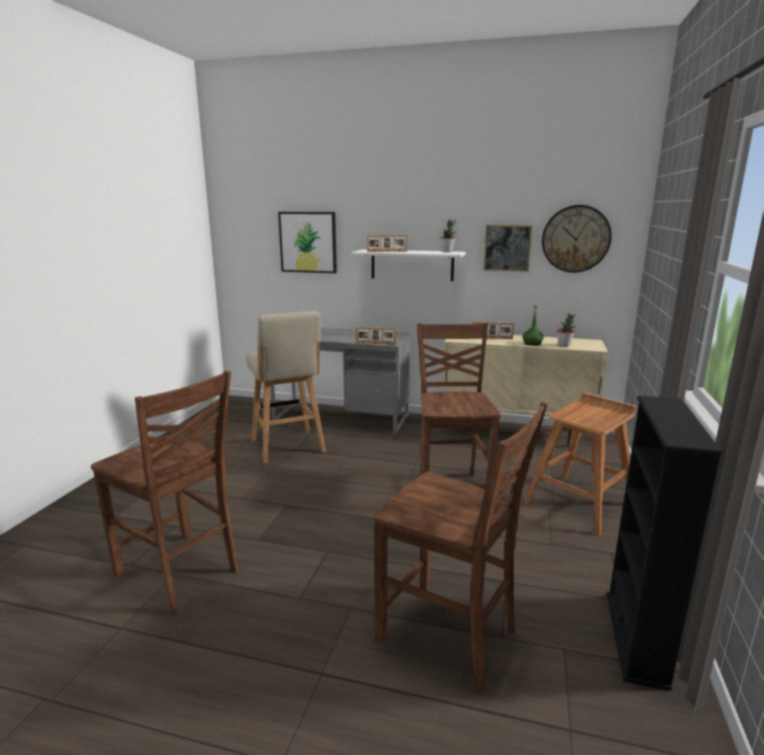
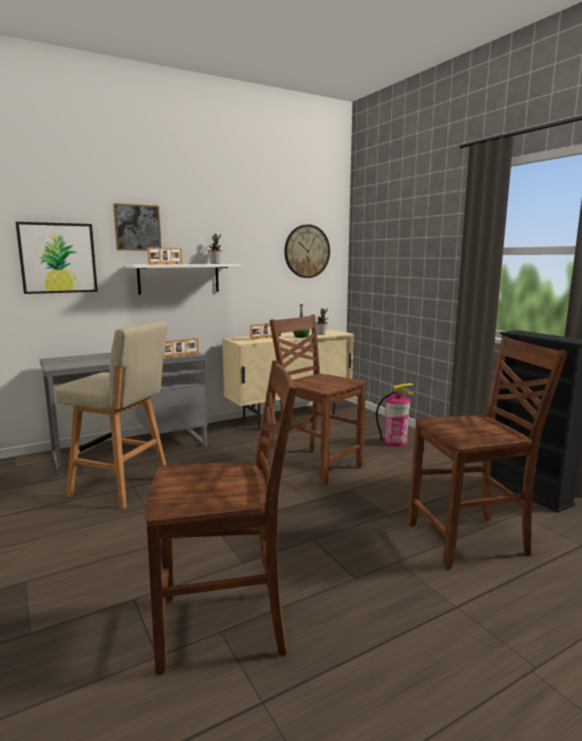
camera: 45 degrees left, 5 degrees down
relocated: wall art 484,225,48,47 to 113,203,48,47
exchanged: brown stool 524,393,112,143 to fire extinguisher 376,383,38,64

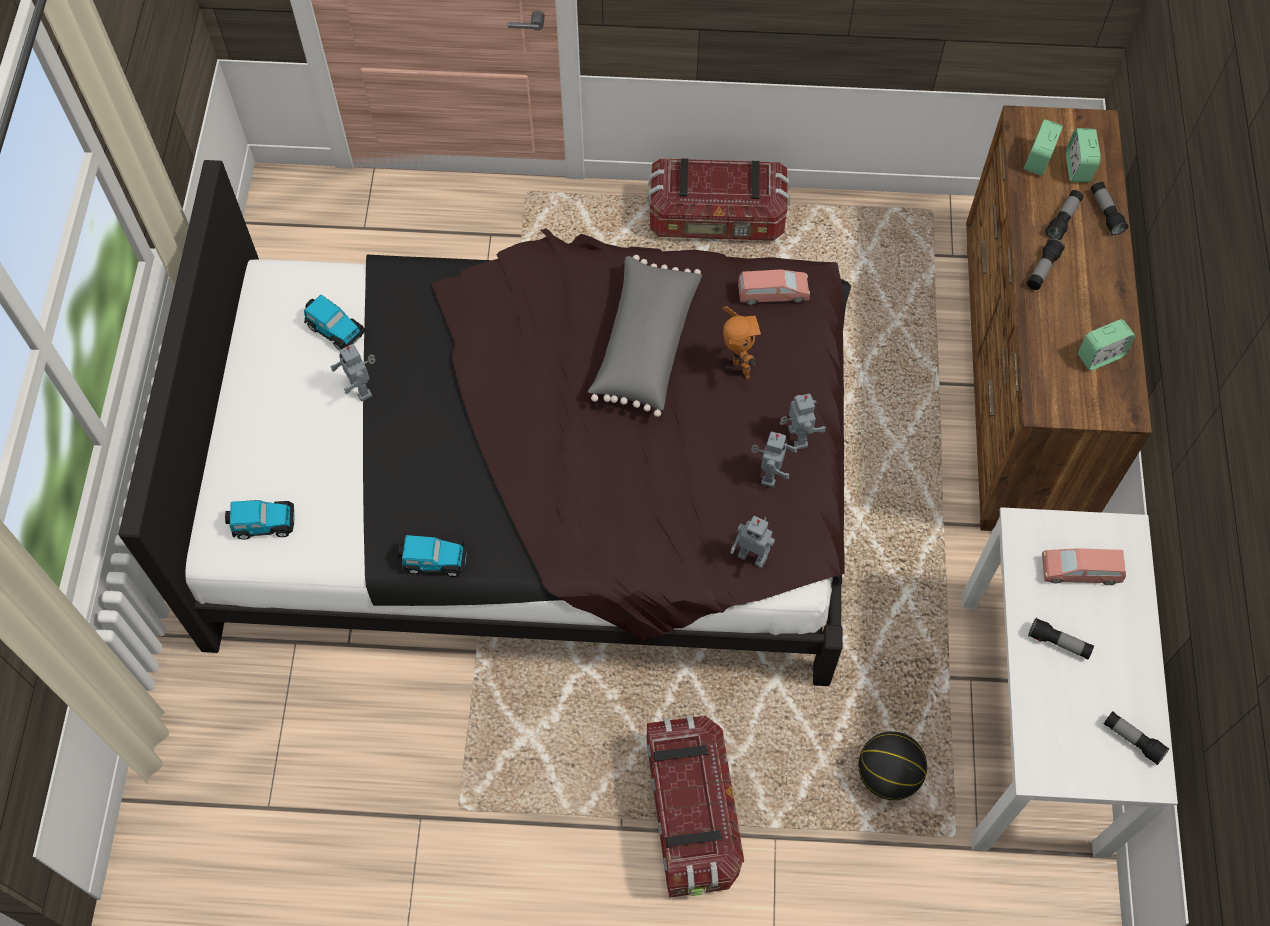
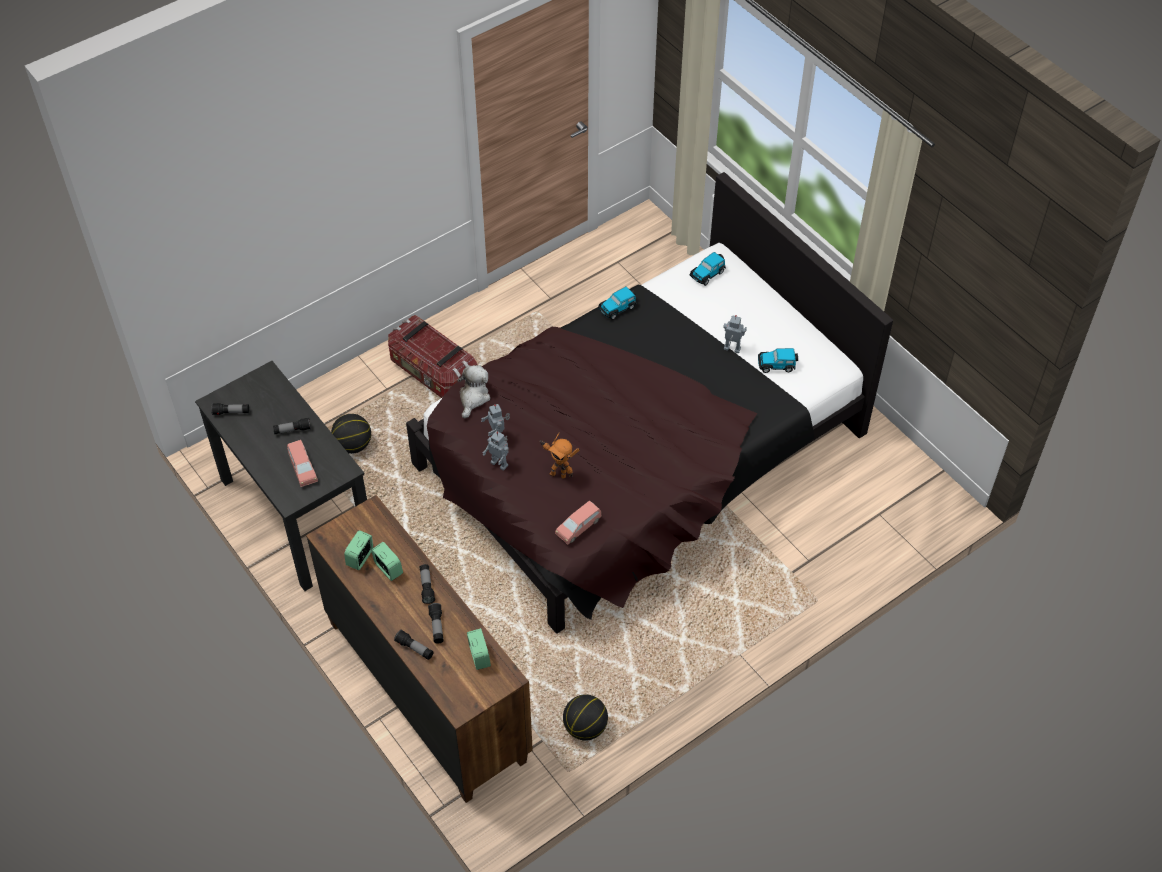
camera: 140 degrees right, 10 degrees down
missing: storage container 647,158,143,83; gray cushion 588,255,114,162
appeared: basketball 563,694,45,47
relocated: alarm clock 1066,128,35,54 to 371,542,32,39
exchanged: model robot 730,516,45,52 to soft toy 457,365,33,54
colour: white-coloured desk 961,507,217,351 to blackish desk 195,361,172,230
spun: pink toy car 1042,548,84,37 = 287,440,31,47 105 degrees clockwise

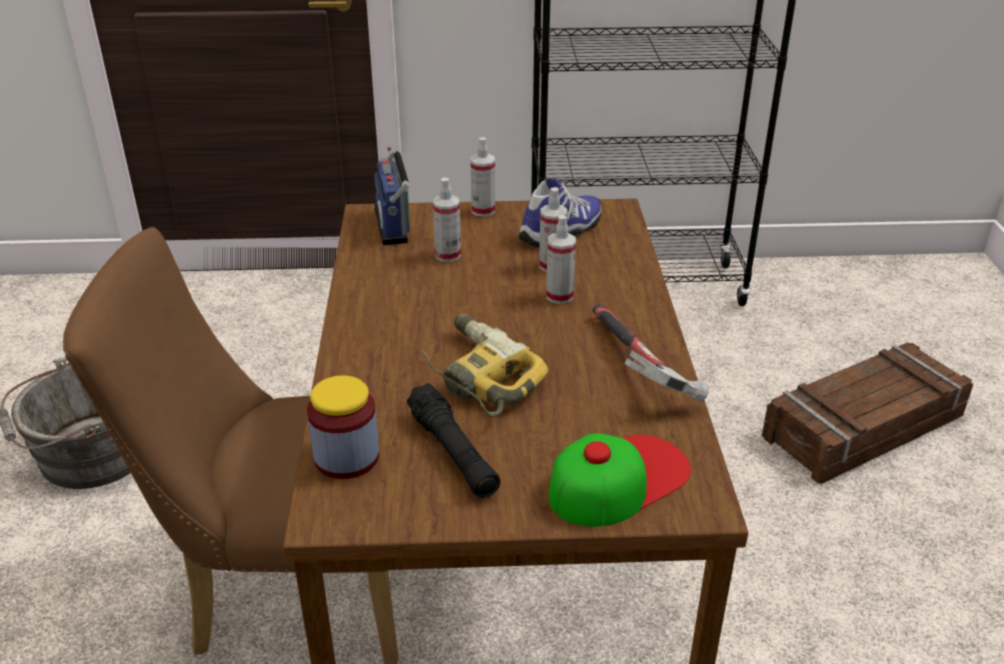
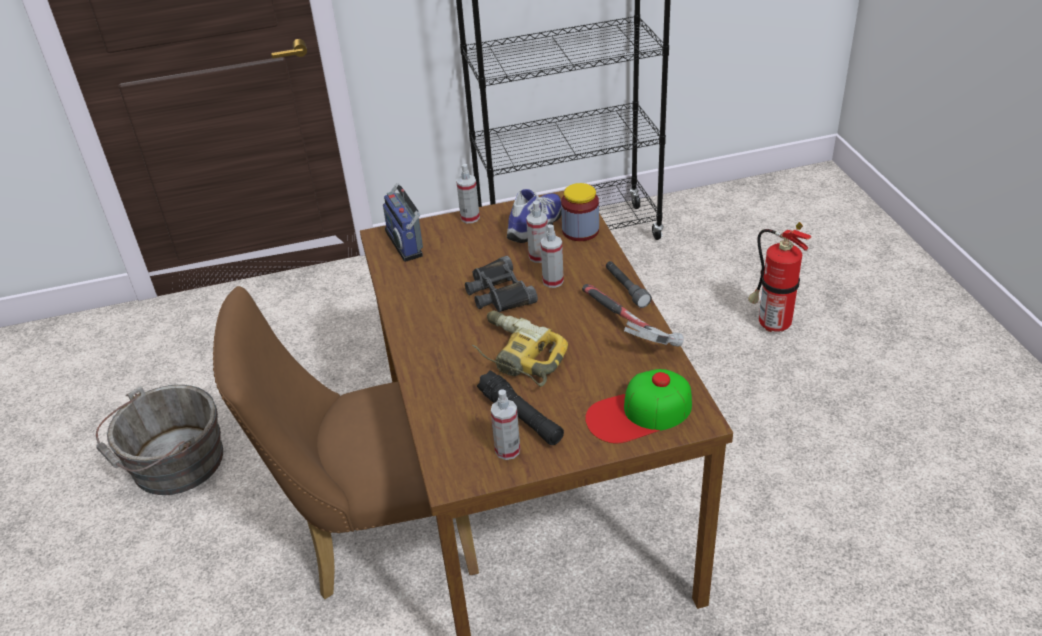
camera: 10 degrees left, 5 degrees up
appeared: blackish binoculars 465,256,73,56; gray torch 606,261,46,47
relocated: hand sprayer 432,177,29,85 to 491,389,29,71; storage jar 307,375,72,104 to 561,183,38,58
exchanged: packing crate 762,342,211,142 to fire extinguisher 748,222,63,110
spun: peaked cap 549,433,142,94 = 585,369,107,74 150 degrees counterclockwise

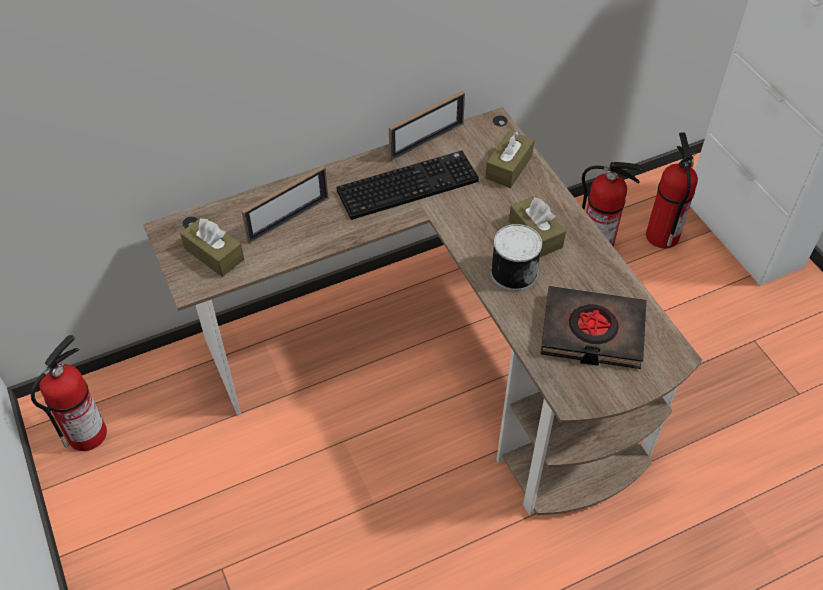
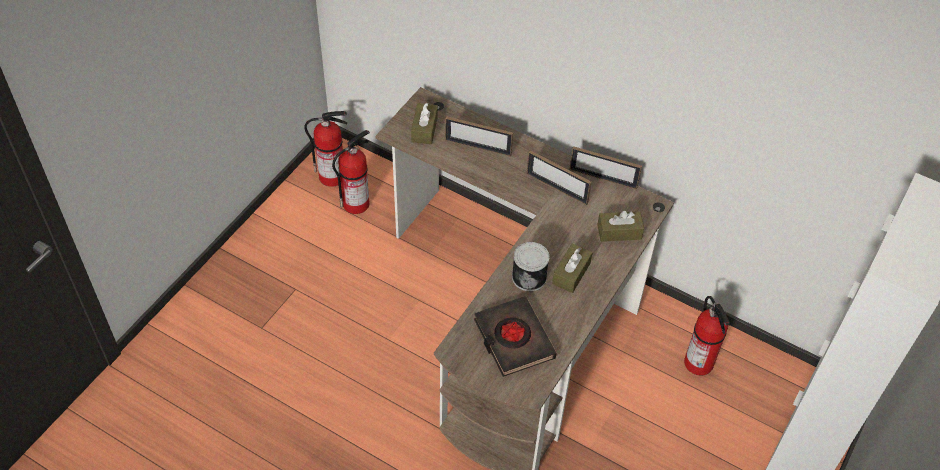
camera: 55 degrees right, 0 degrees up
relocated: fire extinguisher 646,132,52,116 to 332,130,38,84
exchanged: PC keyboard 336,150,143,70 to picture frame 527,150,65,55

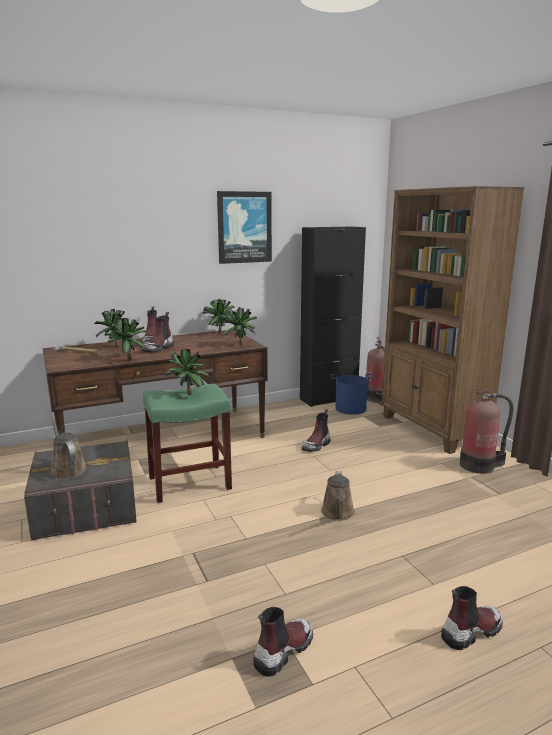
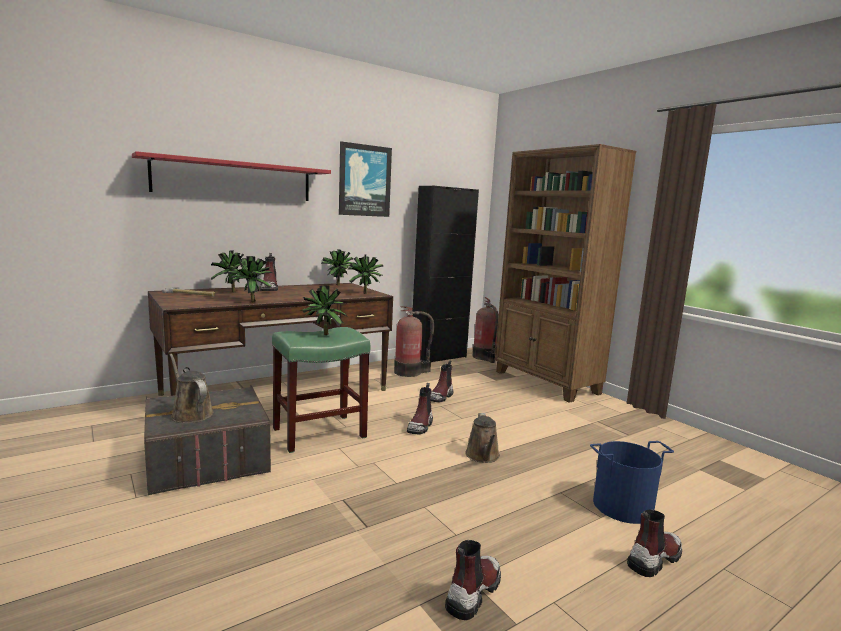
camera: 10 degrees left, 5 degrees down
appeared: reddish shelf 132,151,199,50
relocated: boot 142,312,32,40 to 407,383,26,51; blue-coloured water bucket 330,374,45,41 to 590,441,84,83; fire extinguisher 460,388,54,86 to 394,306,40,71

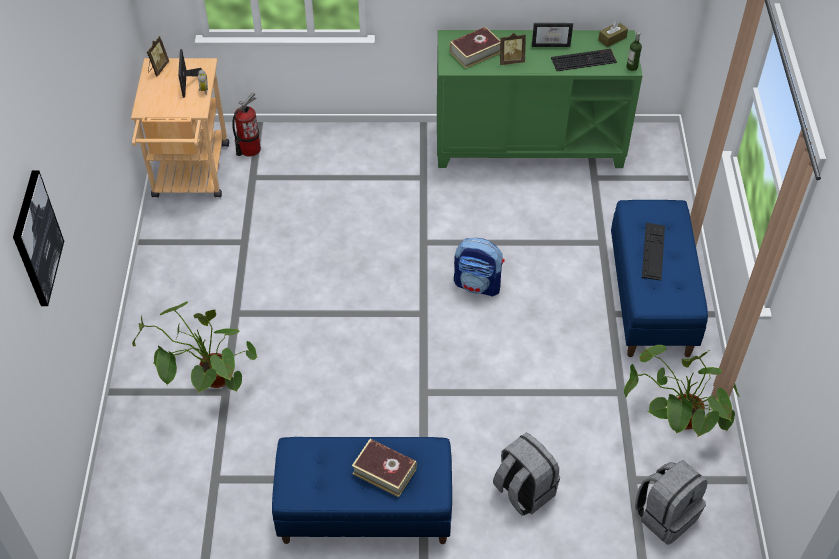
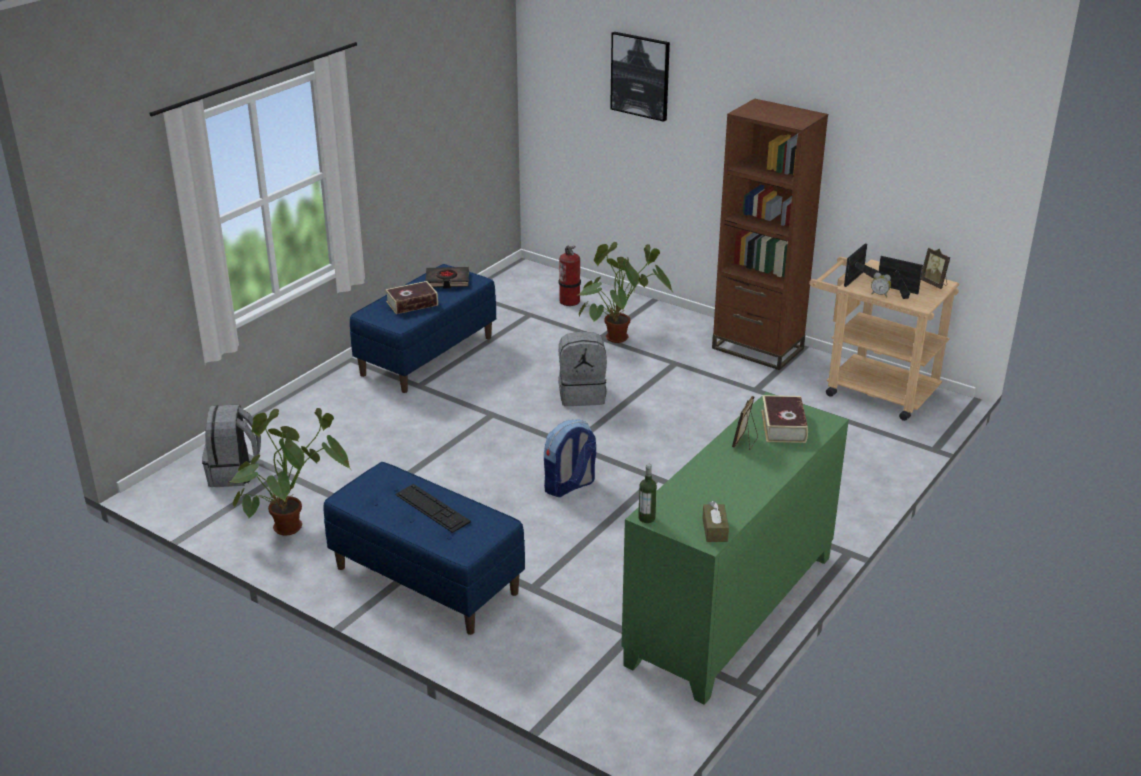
camera: 125 degrees right, 20 degrees down
missing: PC keyboard 551,49,66,22
appeared: brown bookshelf 712,99,116,271; blackish bound book 425,267,44,21
relocated: picture frame 532,23,41,24 to 844,244,34,43; fire extinguisher 232,92,29,65 to 559,246,22,60; gray knapsack 493,433,67,83 to 558,331,49,75

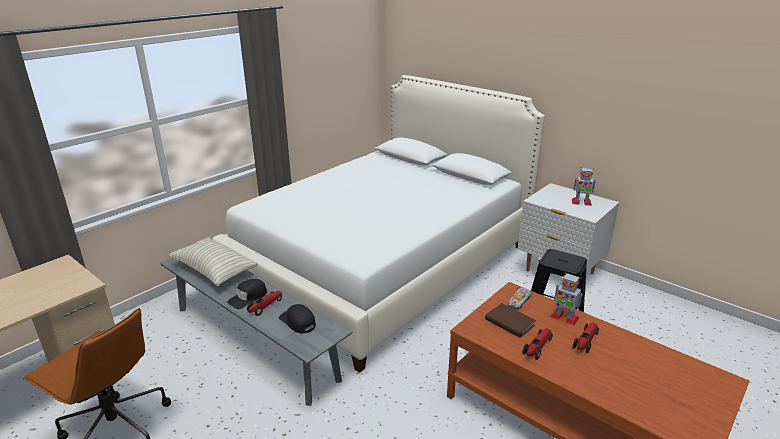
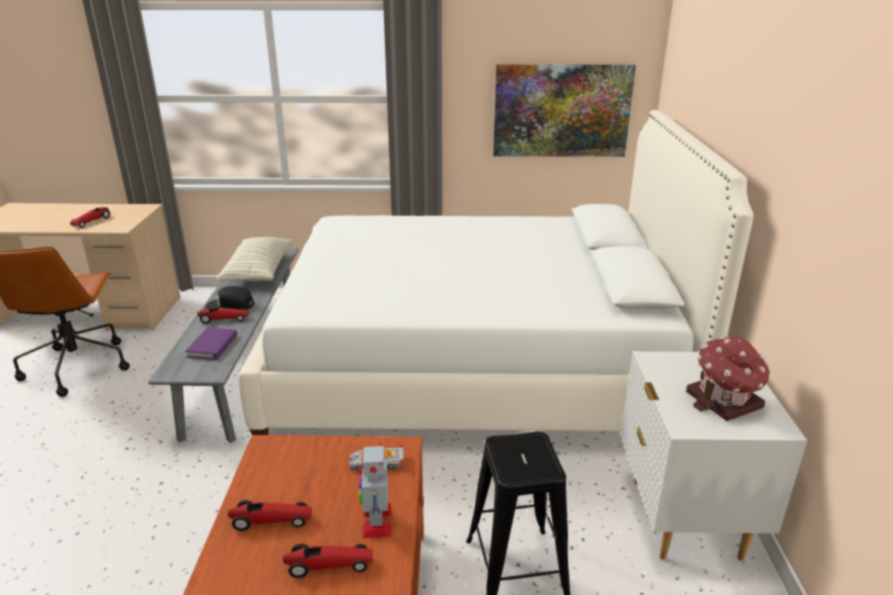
camera: 50 degrees right, 0 degrees up
missing: brown bound book 485,303,51,35
appeared: wall art 493,64,143,93; toy car 70,207,40,21
exchanged: model robot 572,167,24,39 to model house 686,335,84,86; blackish peaked cap 279,304,37,29 to purple-coloured bound book 185,327,52,33

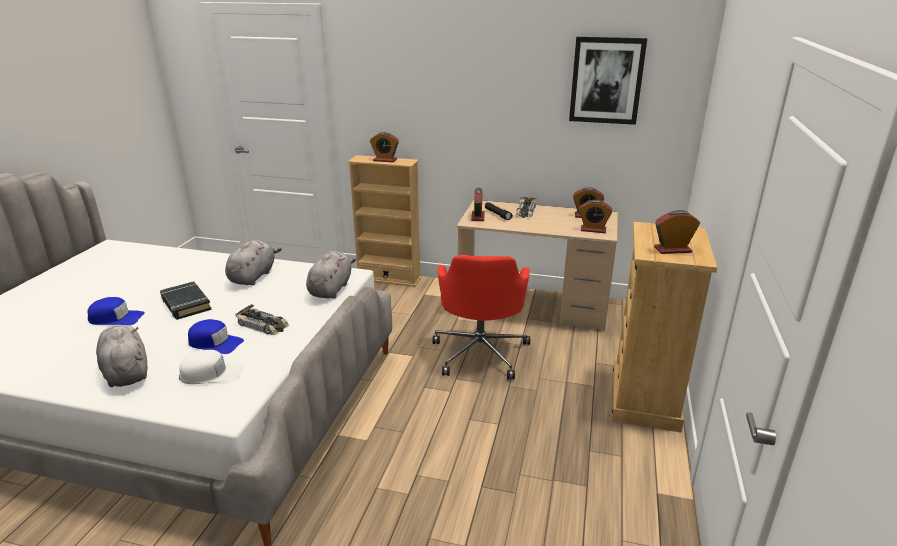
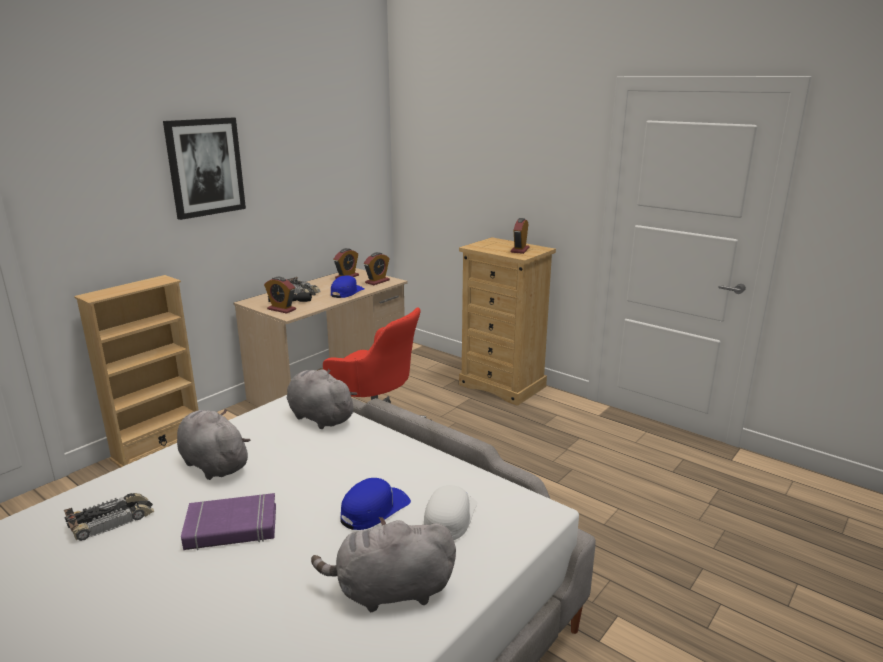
camera: 65 degrees left, 5 degrees down
missing: alarm clock 370,132,29,30
relocated: wall art 569,37,78,88 to 163,118,83,102; blue-coloured peaked cap 87,297,58,28 to 331,276,33,22; toy car 235,304,54,31 to 64,493,90,48
colour: blackish bound book 160,281,52,39 to purple-coloured bound book 181,493,95,57

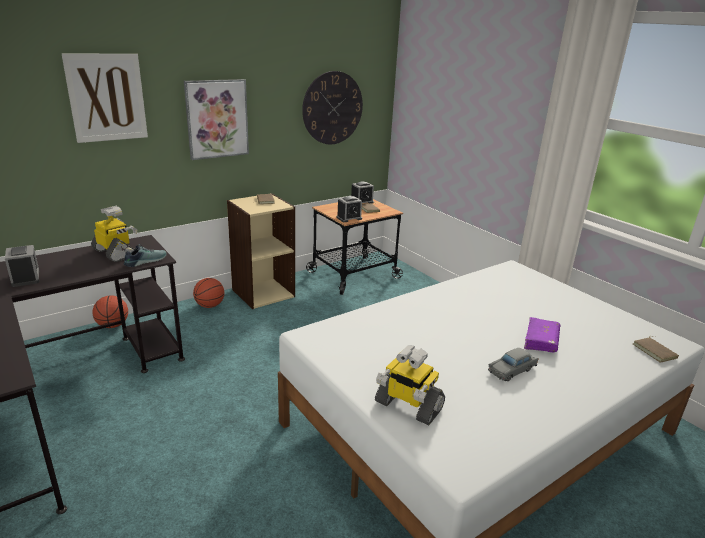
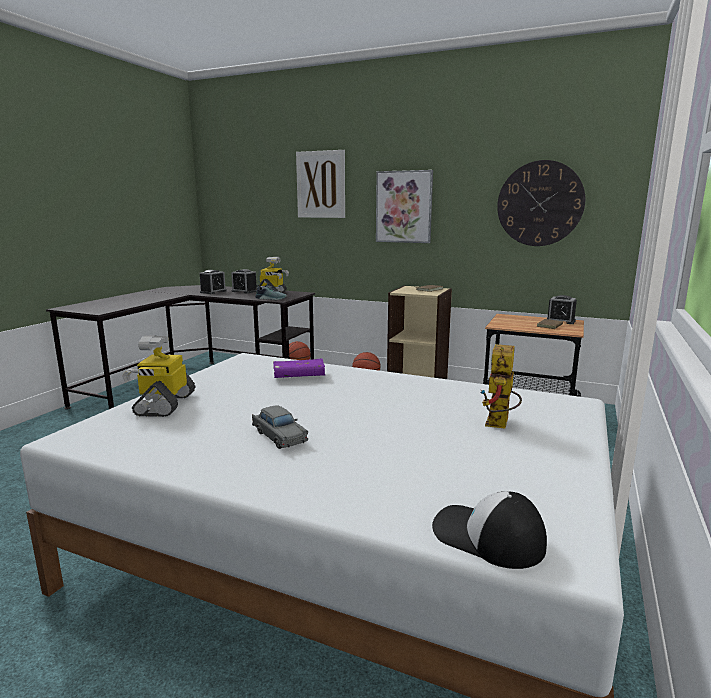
camera: 60 degrees right, 10 degrees down
appeared: model robot 481,344,41,84
relocated: alarm clock 337,196,25,26 to 231,269,26,25; purple-coloured bound book 524,317,37,35 to 273,359,52,19
exchanged: brown bound book 633,336,46,27 to peaked cap 432,491,115,78
spun: gray toy car 488,348,51,33 = 252,405,56,44 150 degrees counterclockwise

